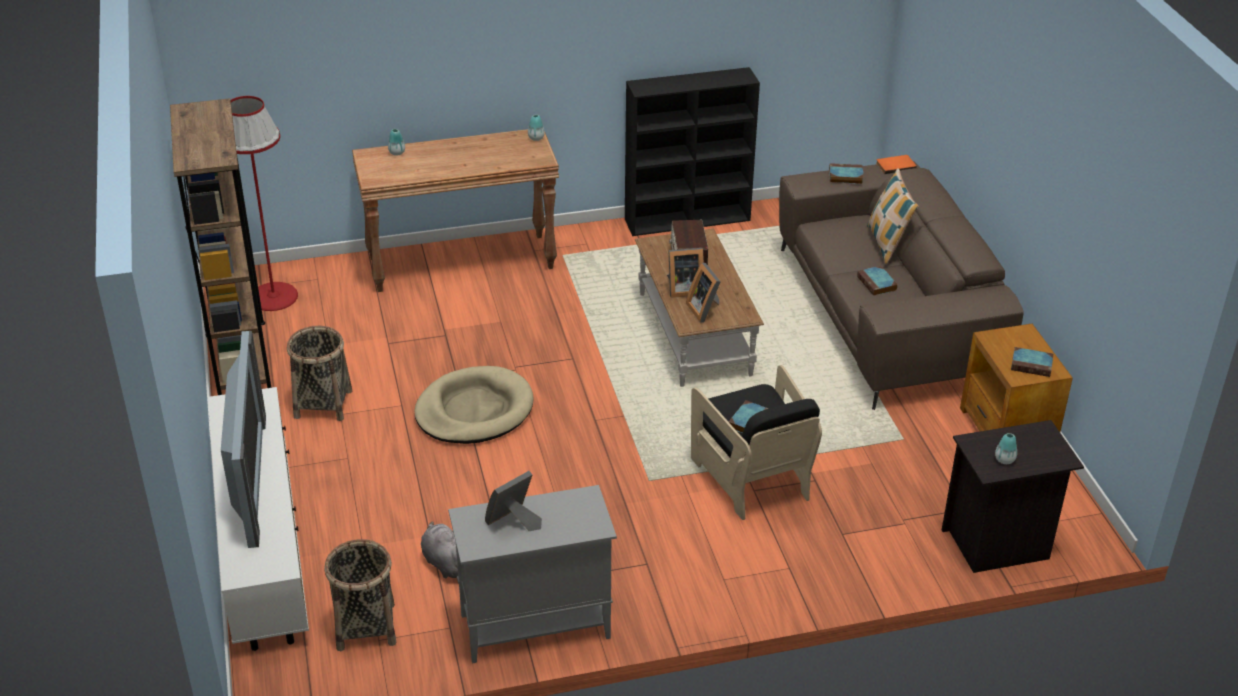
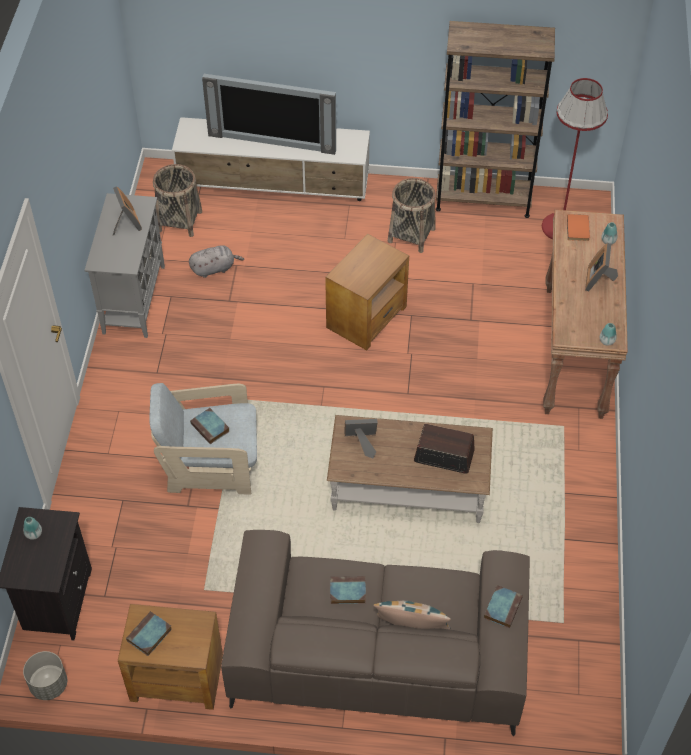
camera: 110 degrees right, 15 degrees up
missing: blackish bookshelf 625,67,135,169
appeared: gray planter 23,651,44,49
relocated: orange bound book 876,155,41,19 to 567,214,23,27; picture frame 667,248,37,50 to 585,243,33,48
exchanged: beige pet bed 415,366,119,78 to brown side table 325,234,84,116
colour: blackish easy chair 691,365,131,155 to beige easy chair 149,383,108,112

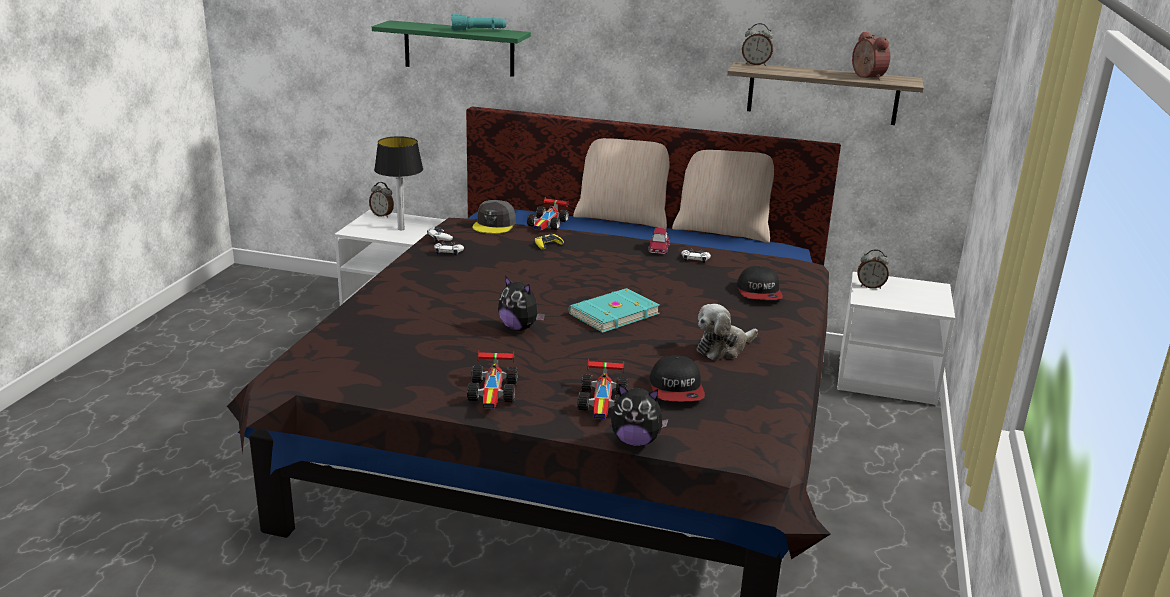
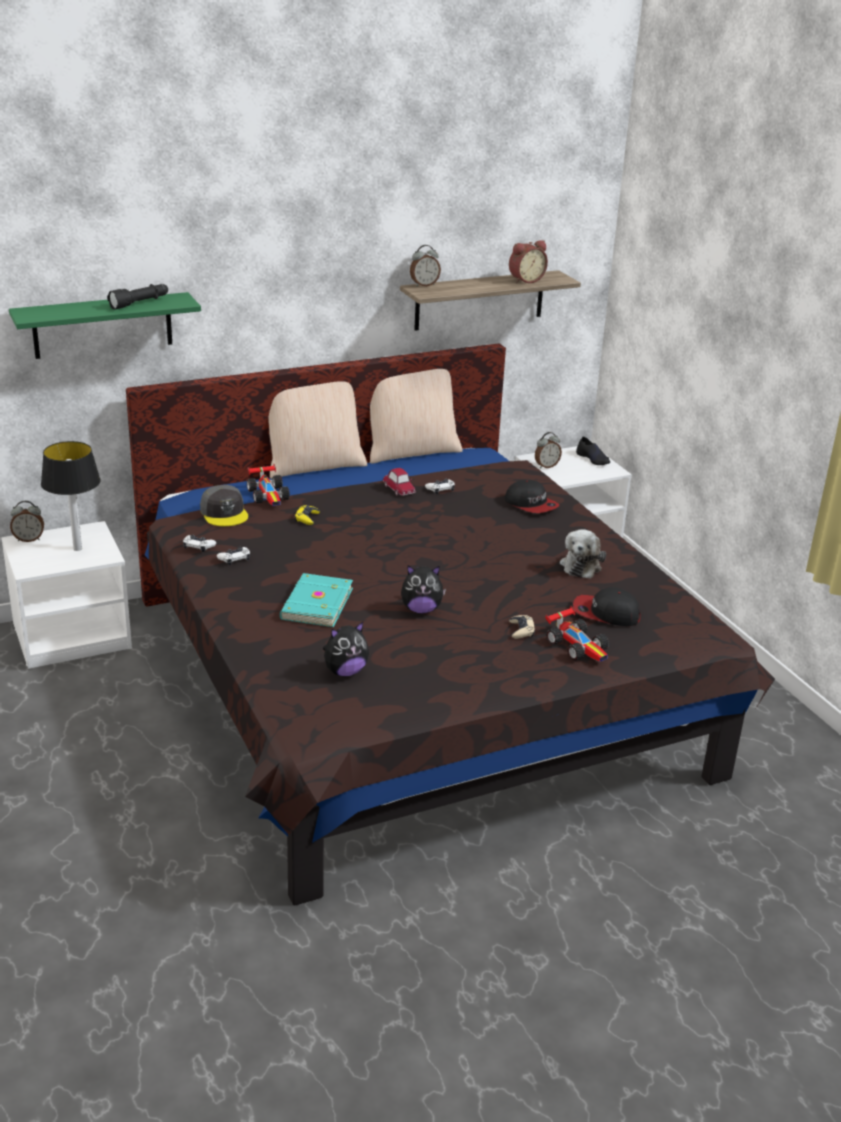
camera: 40 degrees left, 5 degrees up
missing: toy car 467,350,51,58
appeared: blackish low shoe 576,436,34,29; beige joypad 509,615,26,24
relocated: turquoise-coloured bound book 569,288,91,45 to 280,573,73,54; soft toy 611,384,58,62 to 323,622,46,54
colour: turquoise-coloured torch 451,14,55,17 to blackish torch 107,284,61,25
spun: alarm clock 852,32,38,48 = 509,240,39,43 120 degrees clockwise; peaked cap 650,355,55,46 = 573,587,68,39 150 degrees clockwise

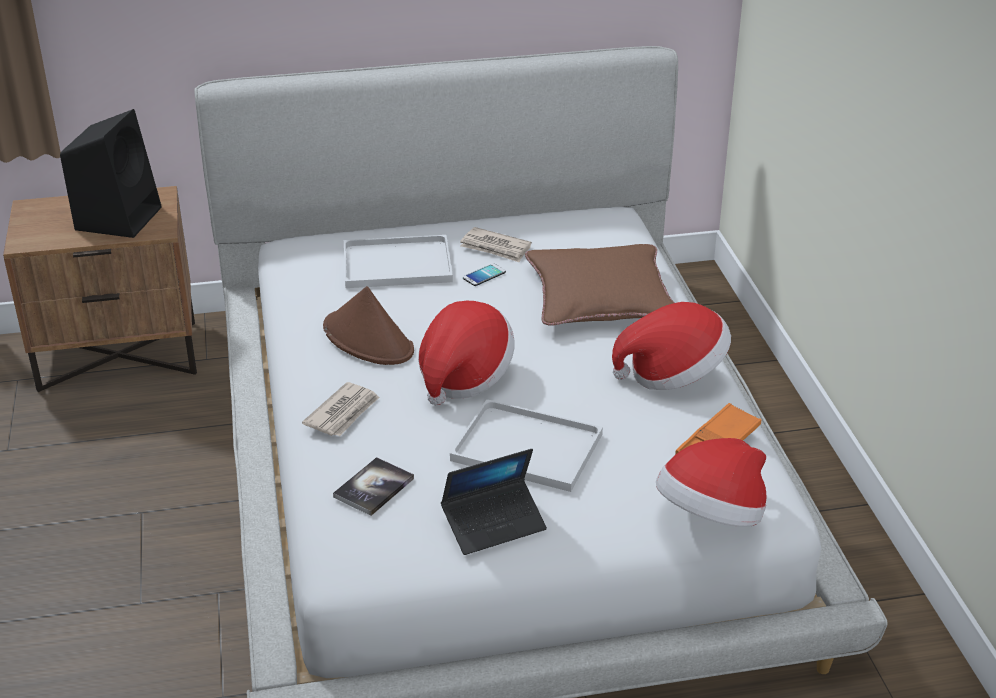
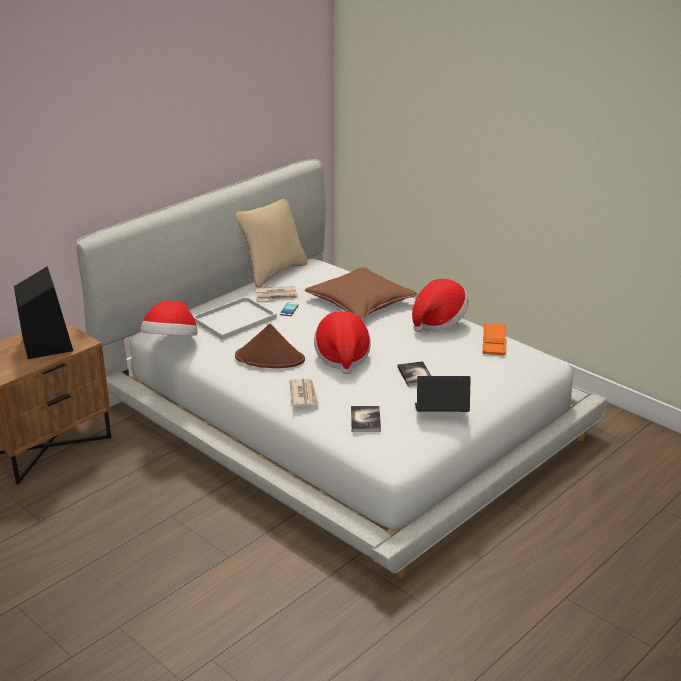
camera: 35 degrees left, 5 degrees down
appeared: beige cushion 236,199,72,89
relocated: hat 656,438,110,89 to 140,300,57,36
exchanged: white-coloured carrying tray 450,399,153,93 to bound book 397,361,34,26
spun: portable computer 441,449,106,106 = 415,376,56,36 120 degrees counterclockwise

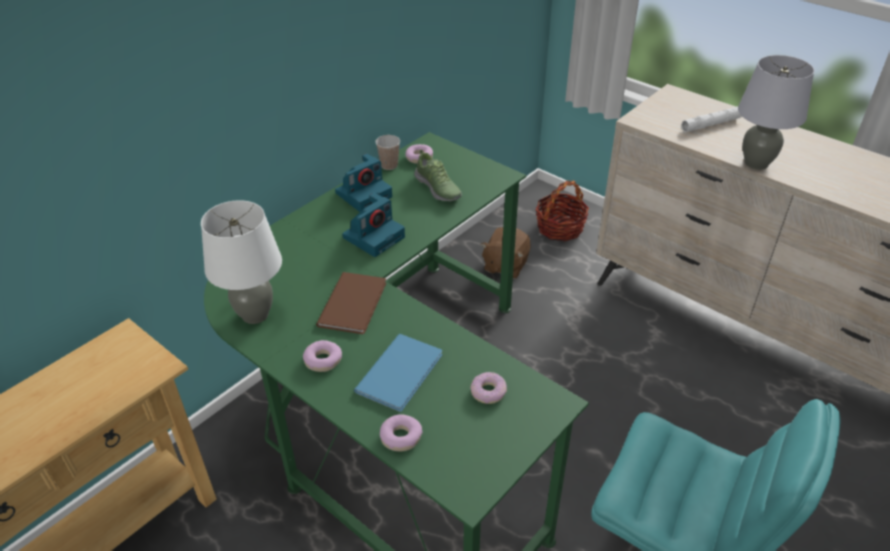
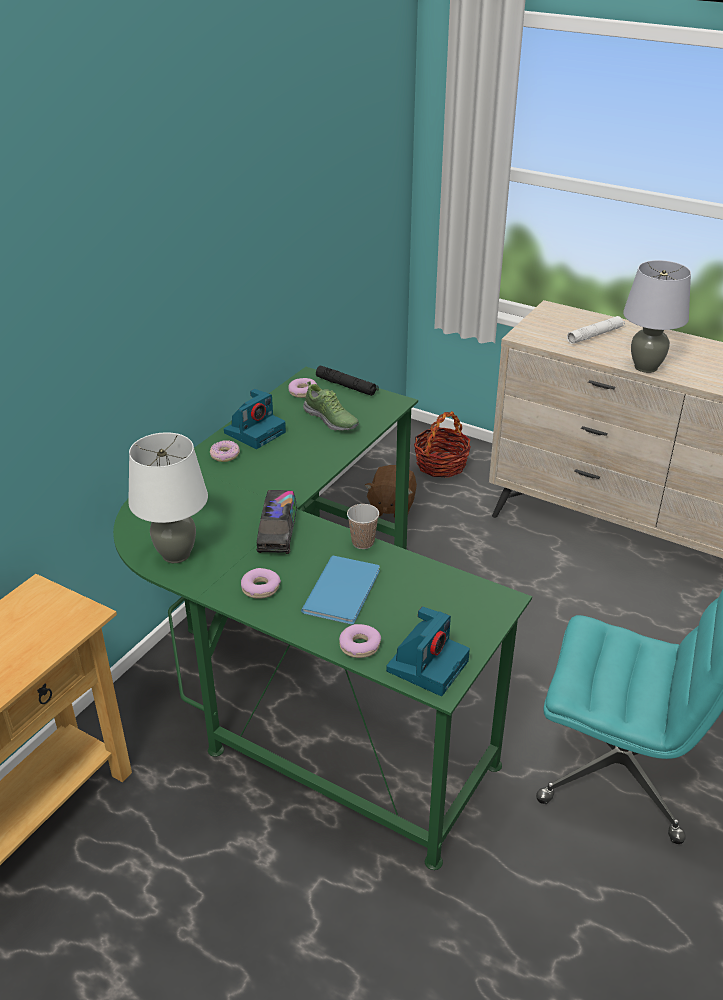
camera: 10 degrees left, 5 degrees down
appeared: blackish torch 316,366,63,30
relocated: drinking cup 375,135,25,35 to 347,504,32,45; photo camera 342,193,63,64 to 386,607,84,89; donut 470,372,37,32 to 210,440,30,22
exchanged: brown bound book 316,272,70,62 to toy lorry 256,490,41,64

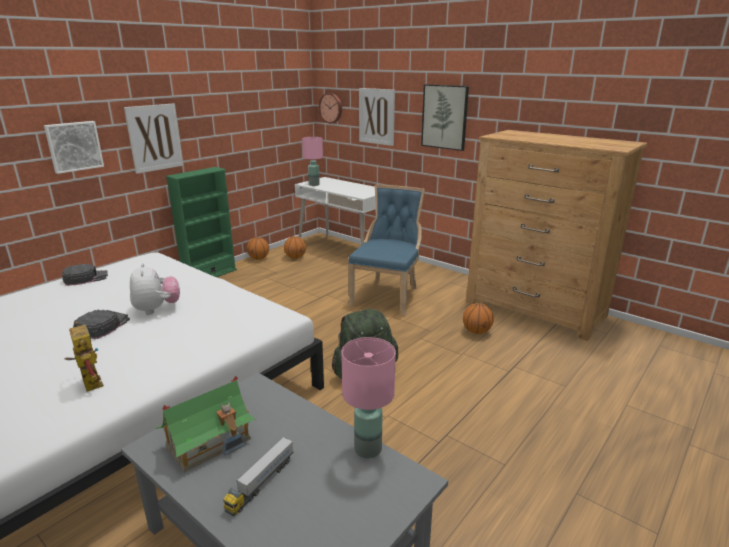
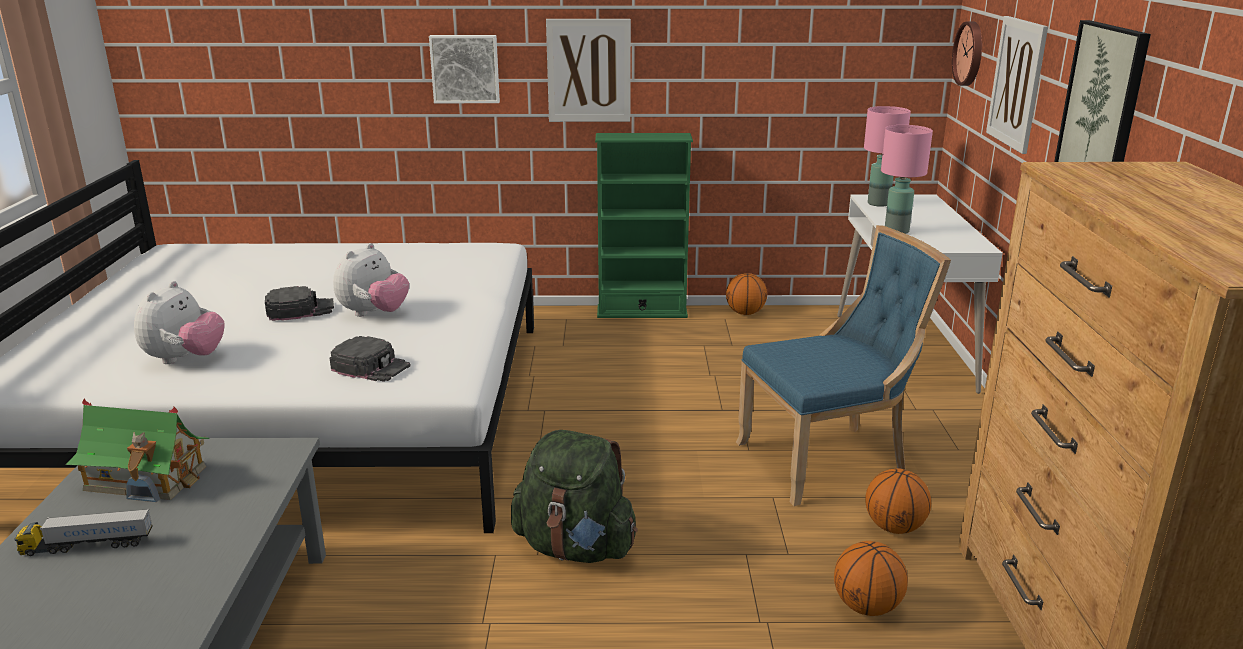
camera: 50 degrees right, 0 degrees up
relocated: basketball 284,236,22,23 to 865,468,66,66; blackish peaked cap 62,264,46,22 to 330,336,81,46; pink tabletop lamp 341,337,55,121 to 881,125,52,109
exchanged: model robot 65,322,39,70 to soft toy 134,281,91,83

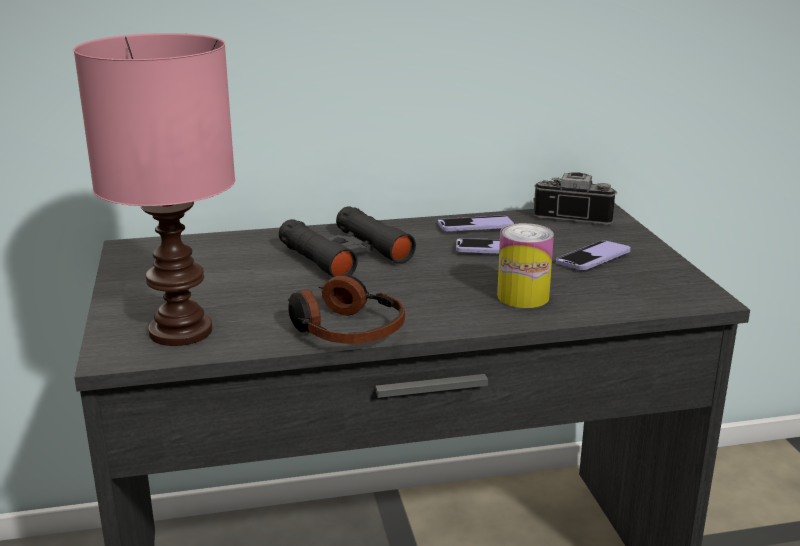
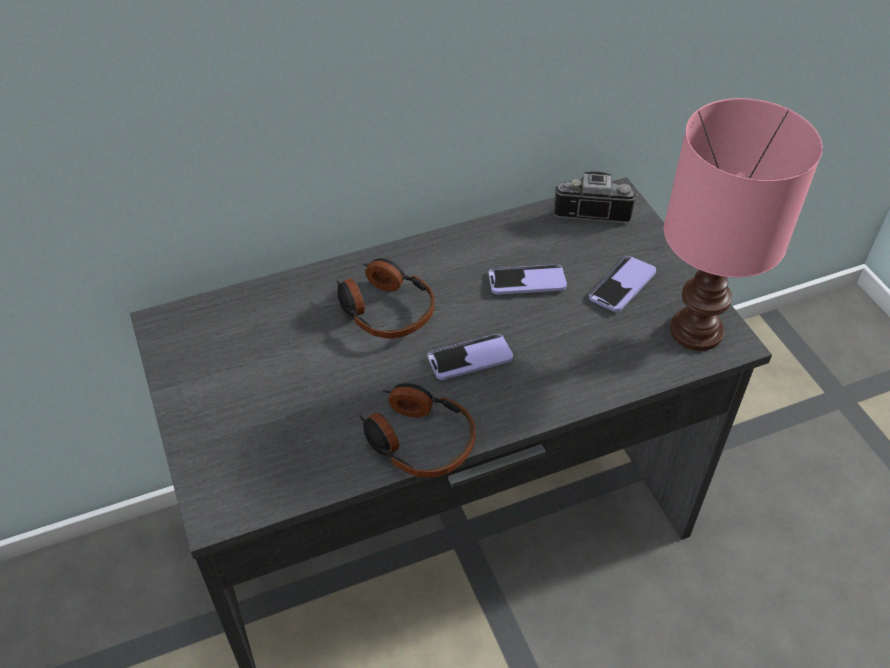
camera: 10 degrees left, 25 degrees up
missing: sealed can 497,223,57,85
relocated: pink tabletop lamp 73,33,162,313 to 664,98,159,253; phone 438,215,76,17 to 428,334,85,46
exchanged: blackish binoculars 279,207,137,70 to headset 337,258,98,80

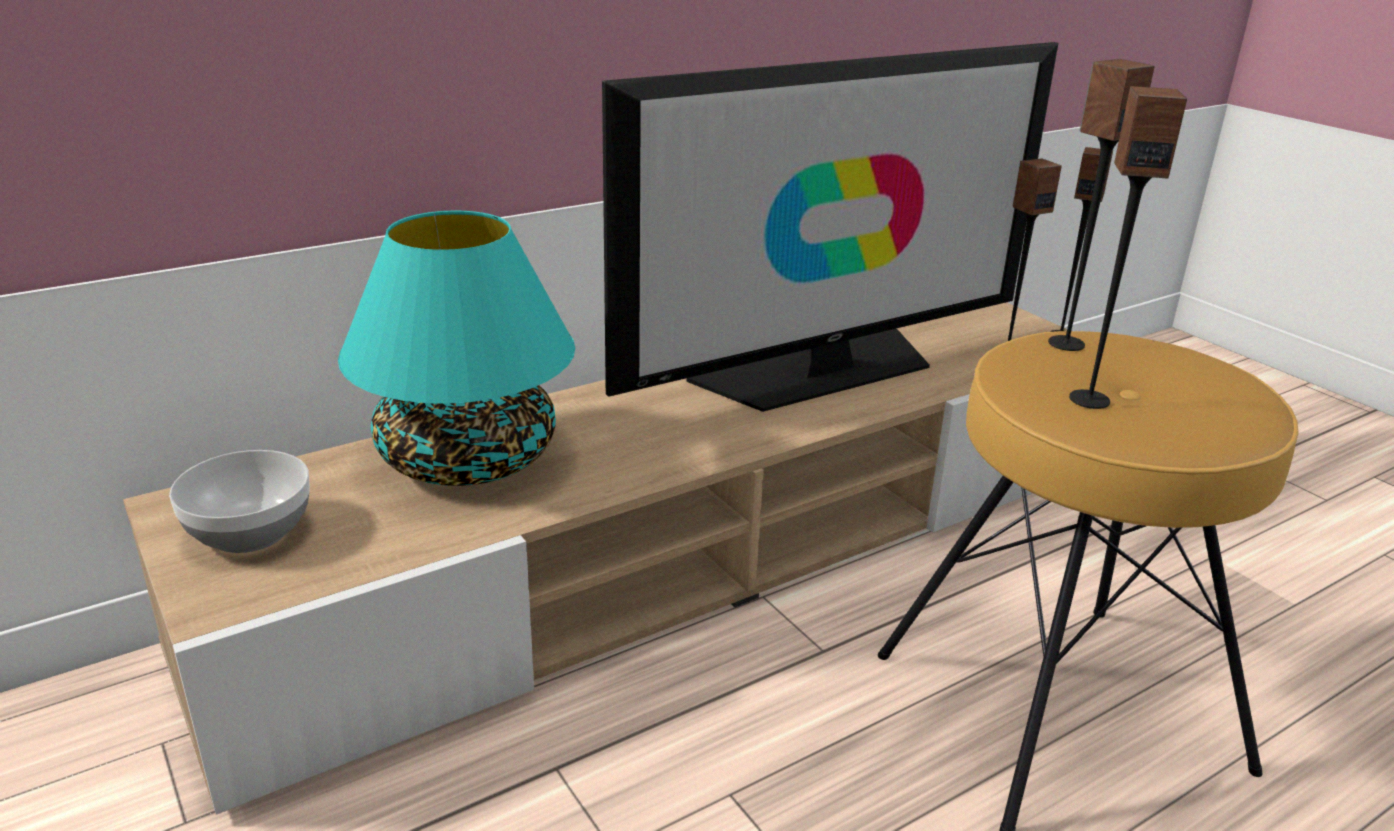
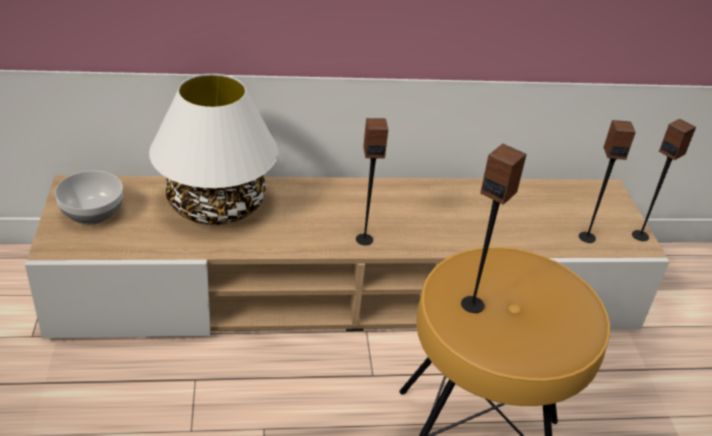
camera: 25 degrees right, 10 degrees up
missing: television 602,42,456,370
relocated: speaker 1048,59,107,292 to 356,118,32,127
colour: turquoise-coloured tabletop lamp 338,211,237,275 to white-coloured tabletop lamp 149,74,129,151

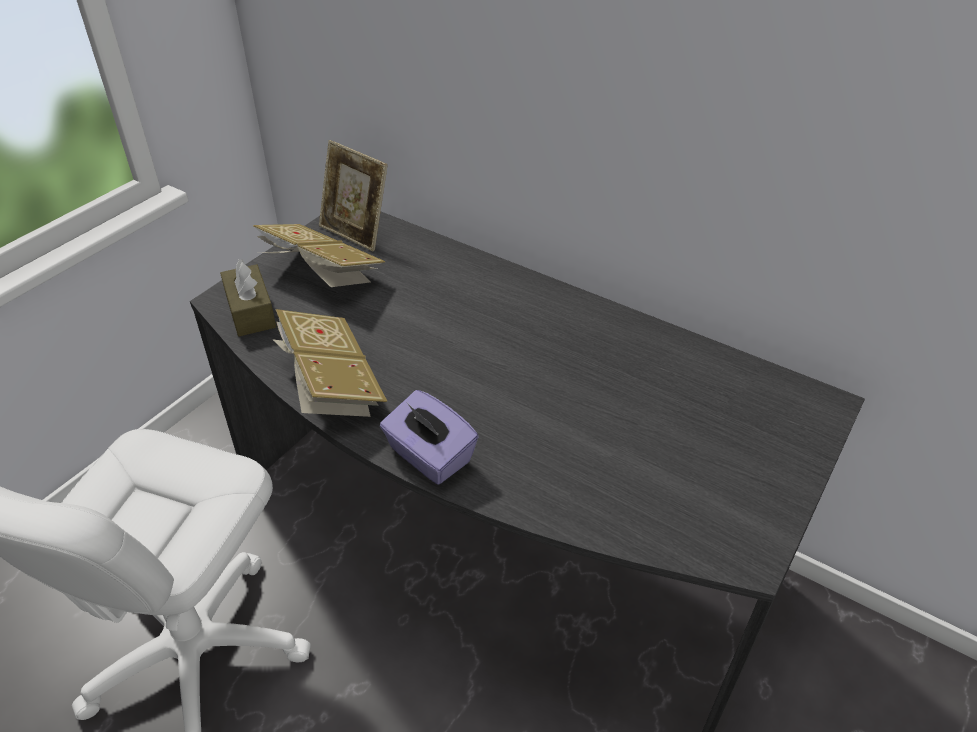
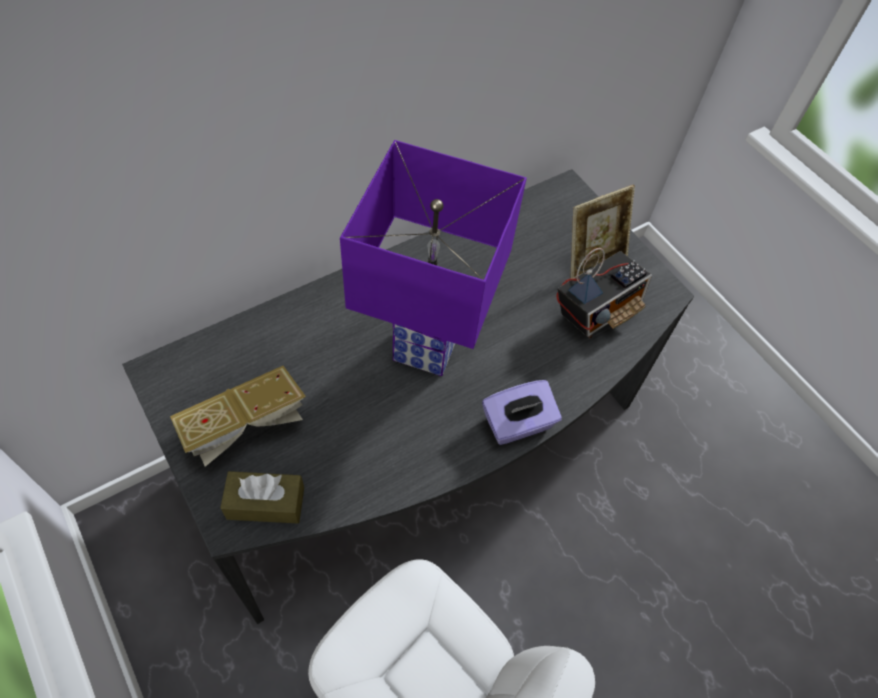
camera: 70 degrees left, 15 degrees up
missing: bound book 272,309,115,108
appeared: purple-coloured tabletop lamp 340,140,187,236; radio receiver 557,248,95,91
relocated: picture frame 319,140,69,112 to 571,185,64,94

